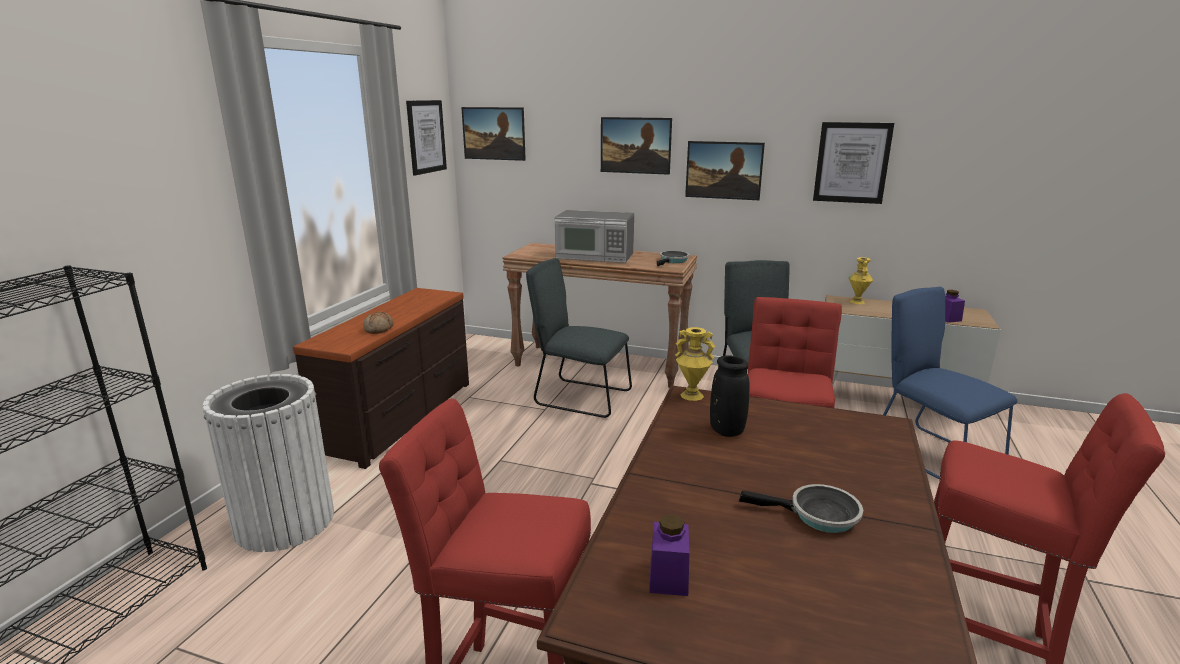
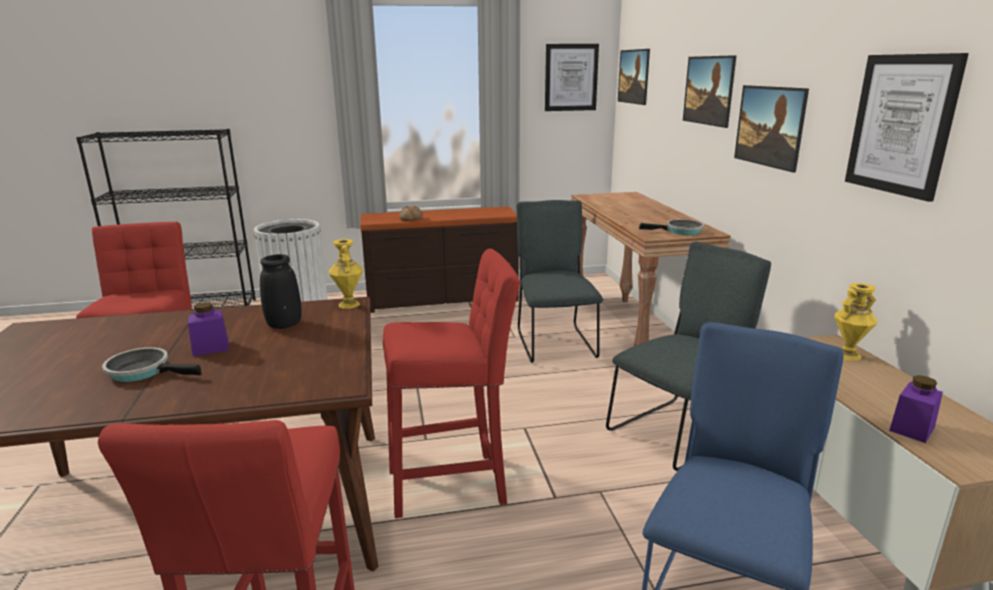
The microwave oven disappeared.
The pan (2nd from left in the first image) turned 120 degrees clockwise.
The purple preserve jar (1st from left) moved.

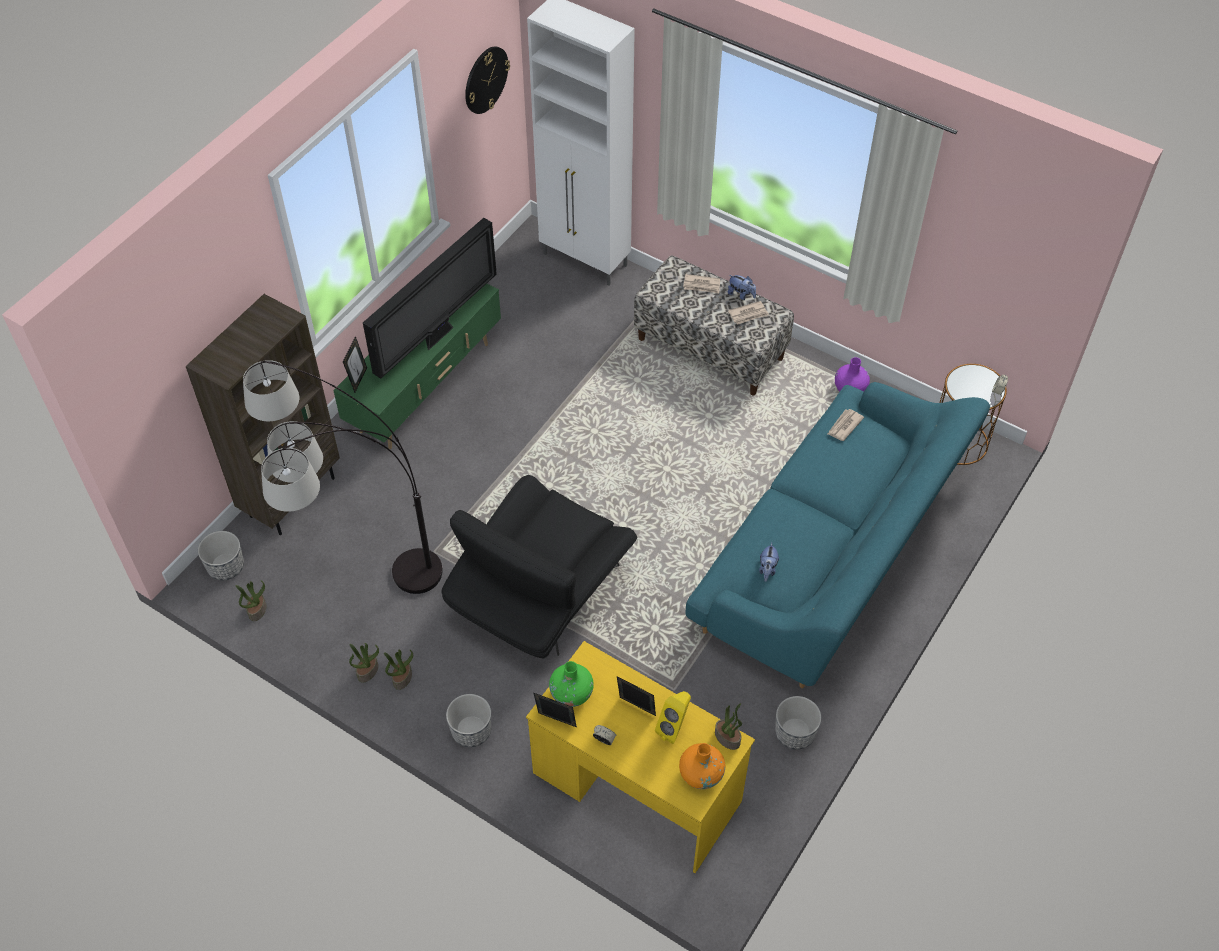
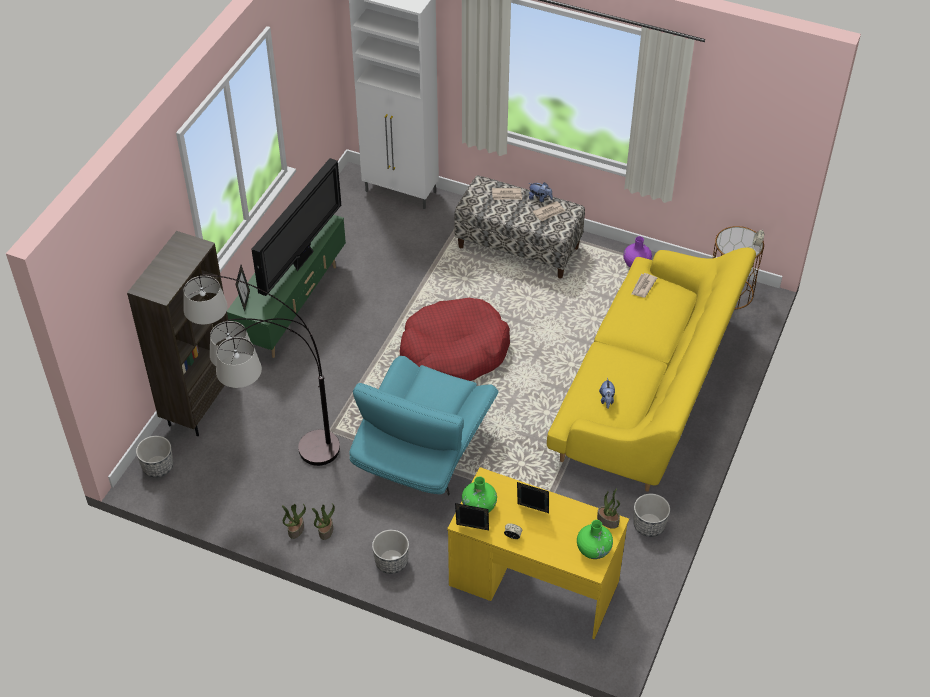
The wall clock disappeared.
The turquoise settee became the yellowish settee.
The blackish armchair became the turquoise armchair.
The plant in a pot (1st from left) disappeared.
The yellowish audio speaker disappeared.
The orange-coloured flower vase became the green-coloured flower vase (2nd from left).
The reddish dog bed appeared.

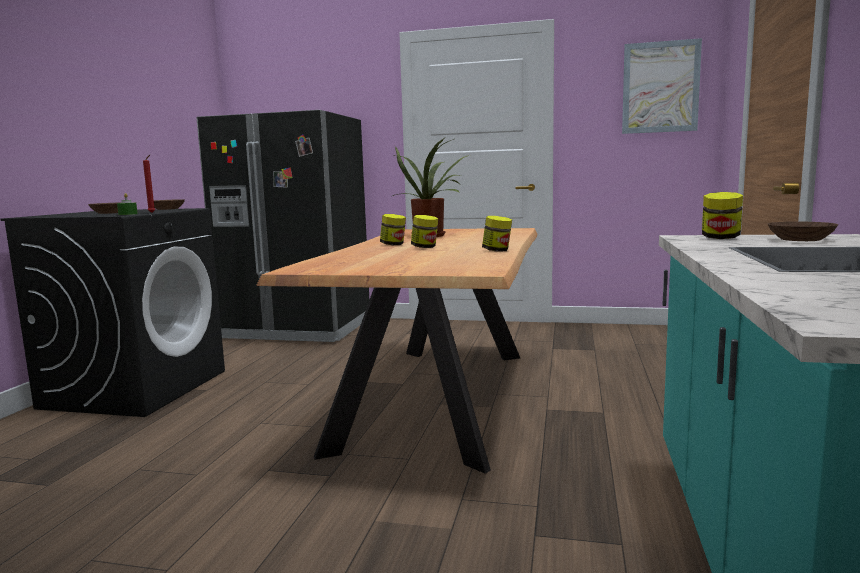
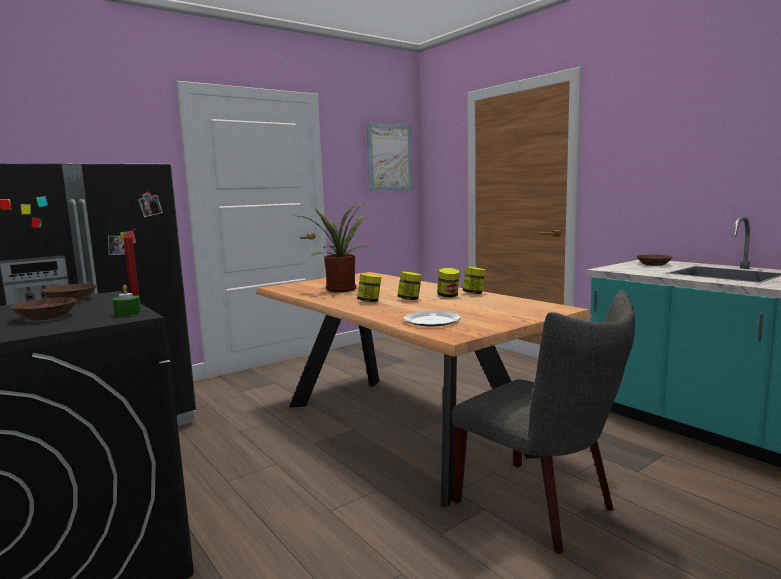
The preserve jar (4th from left in the first image) moved.
The grey chair appeared.
The dinner plate appeared.

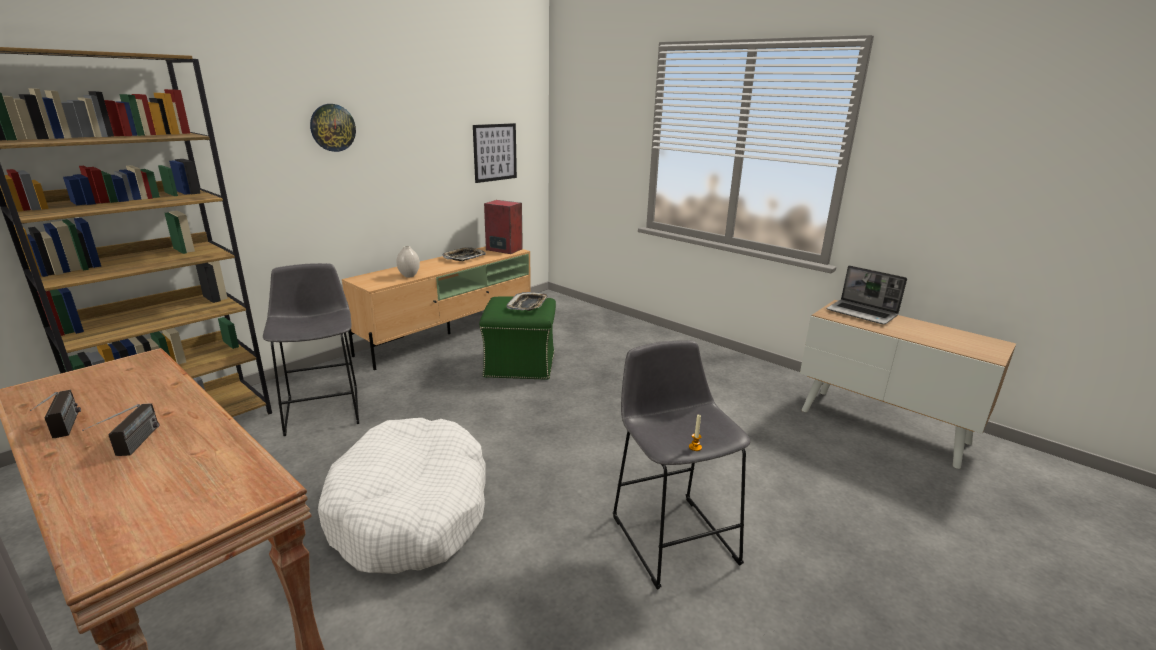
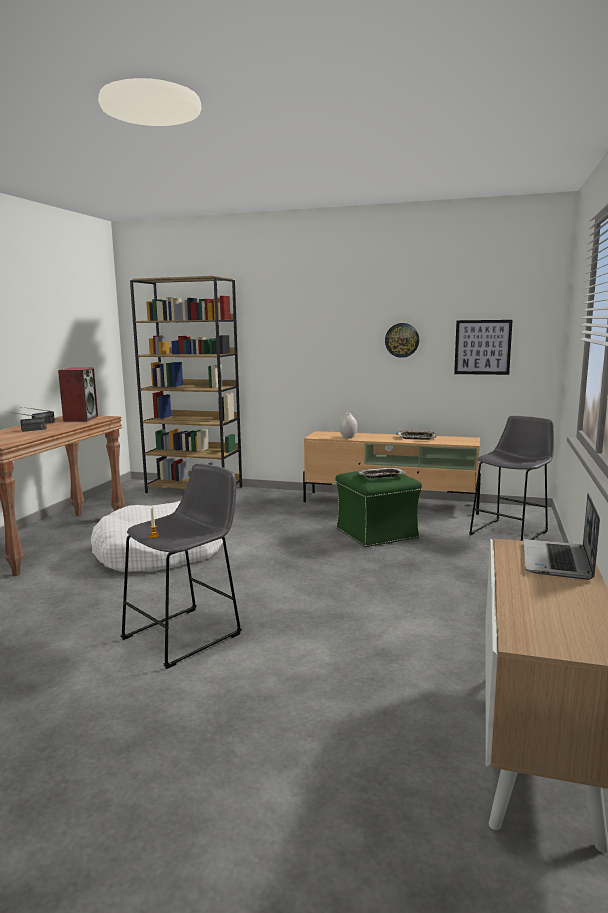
The wall clock moved.
The audio speaker moved.
The grey stool seat (1st from left in the first image) moved.

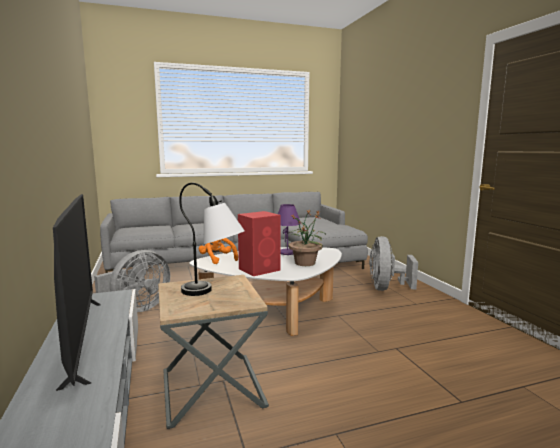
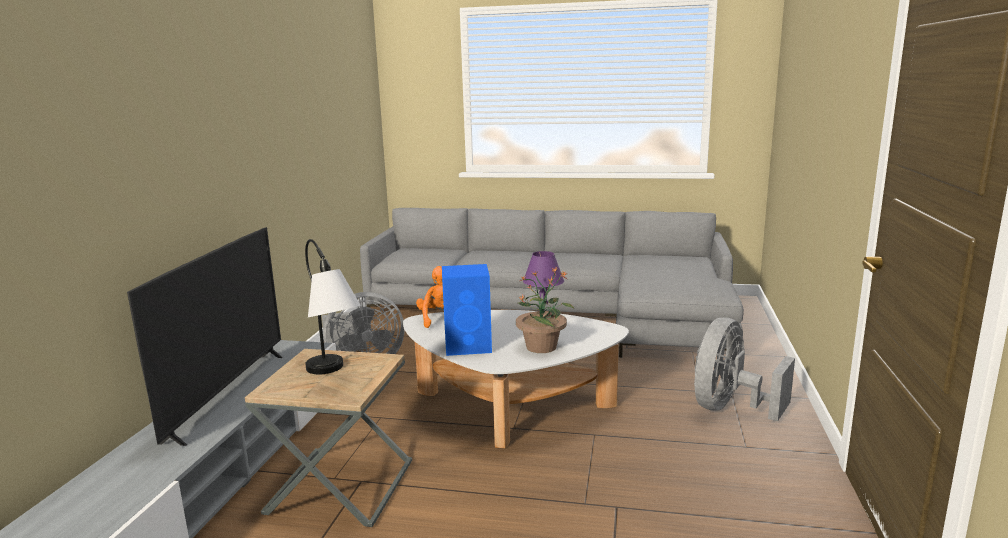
The reddish audio speaker became the blue audio speaker.

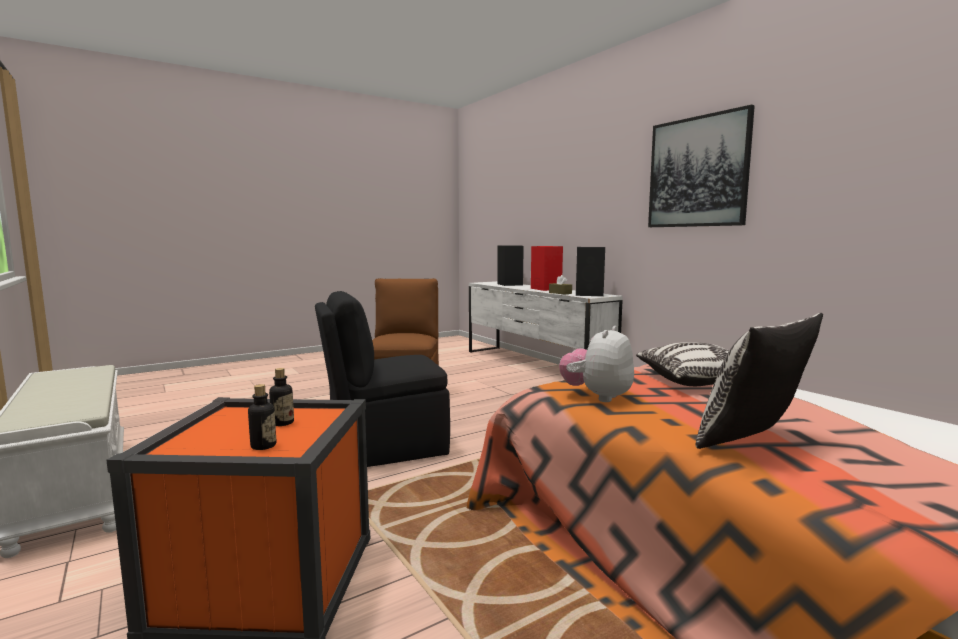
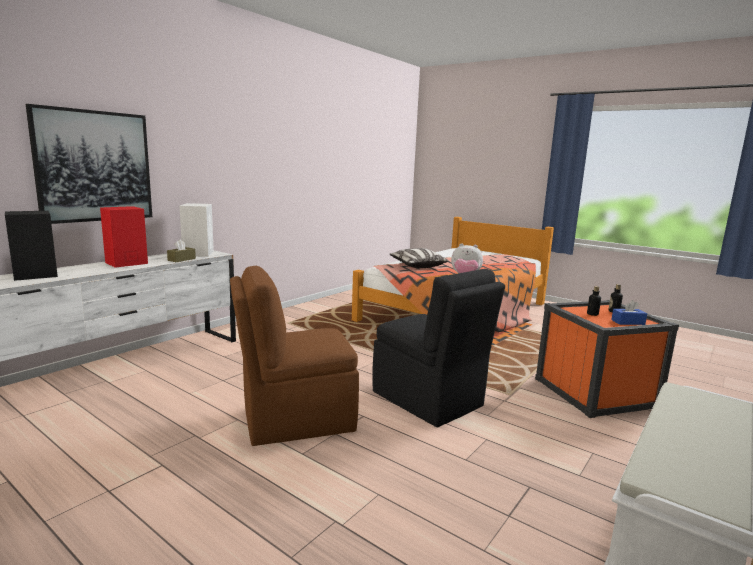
The picture moved.
The blackish audio speaker (2nd from left) became the white audio speaker.
The cushion (2nd from left) disappeared.
The blue box of tissues appeared.

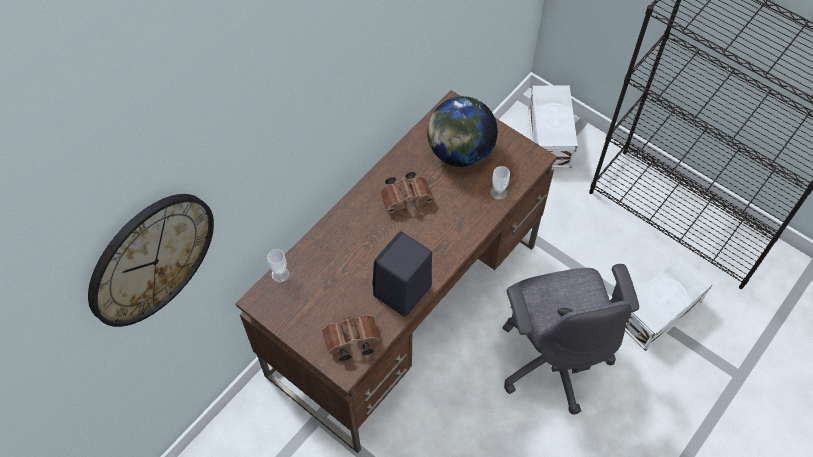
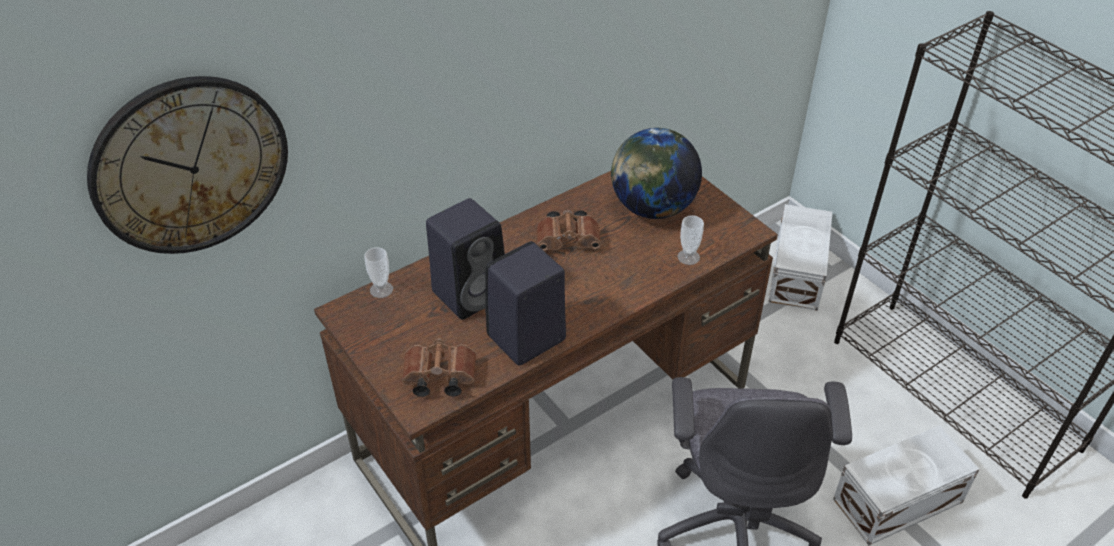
The blackish audio speaker (1st from left) appeared.

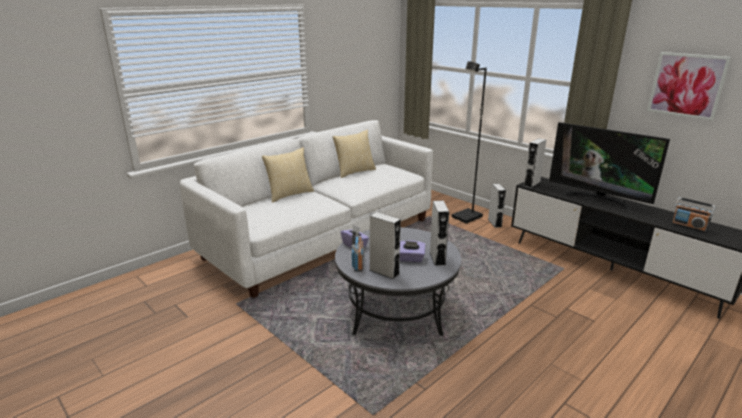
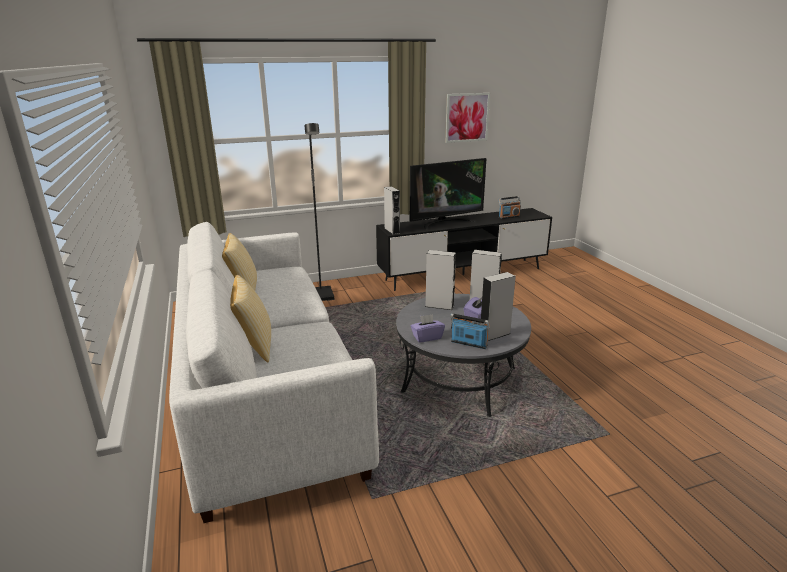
The grey audio speaker (3rd from left in the first image) moved.

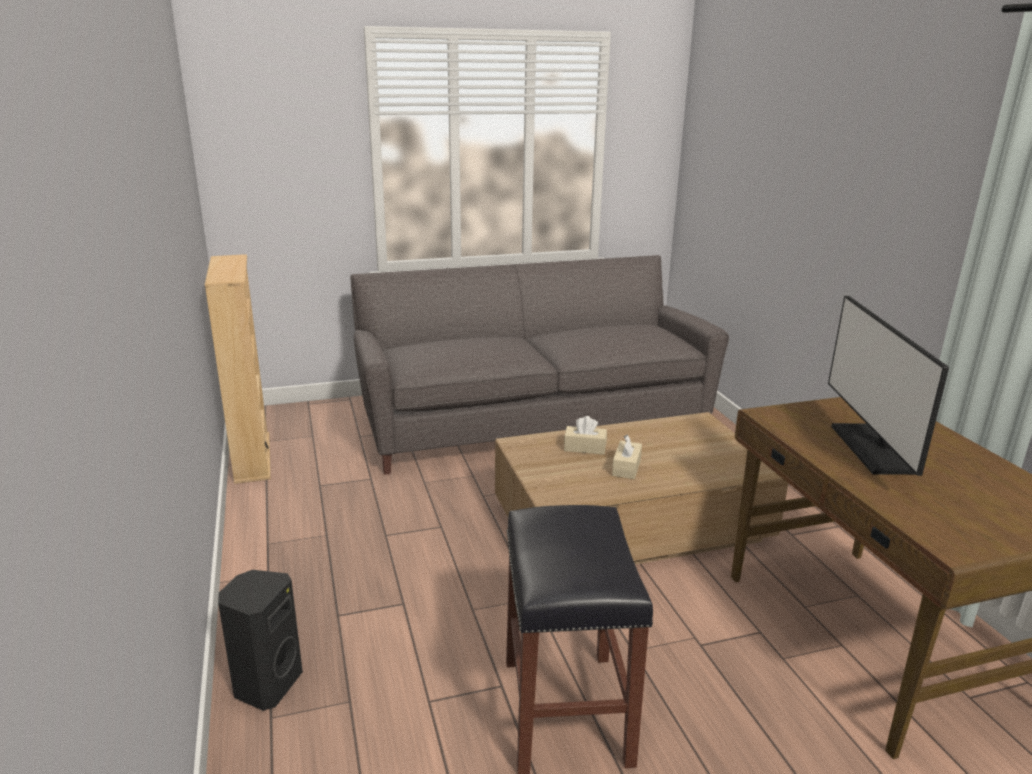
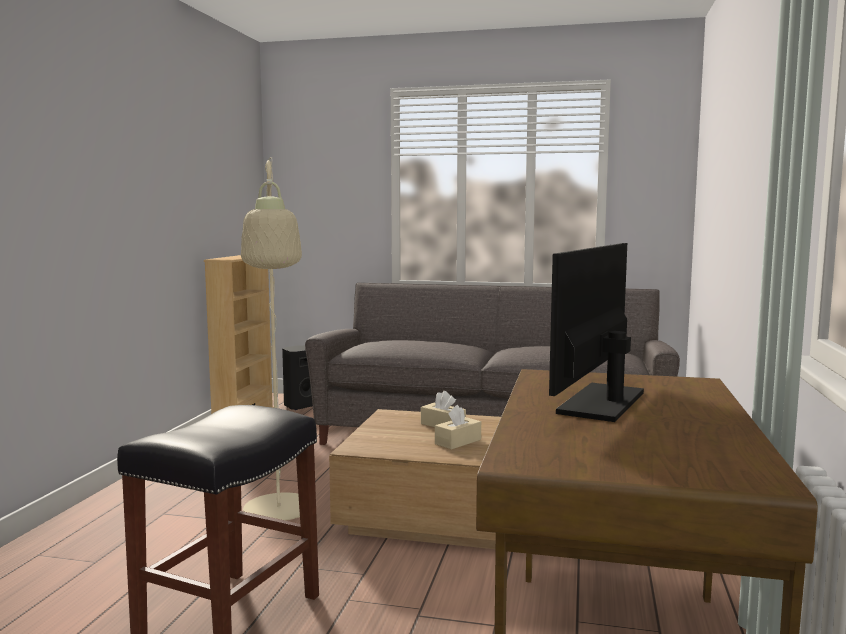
The blackish audio speaker moved.
The beige-coloured standing lamp appeared.

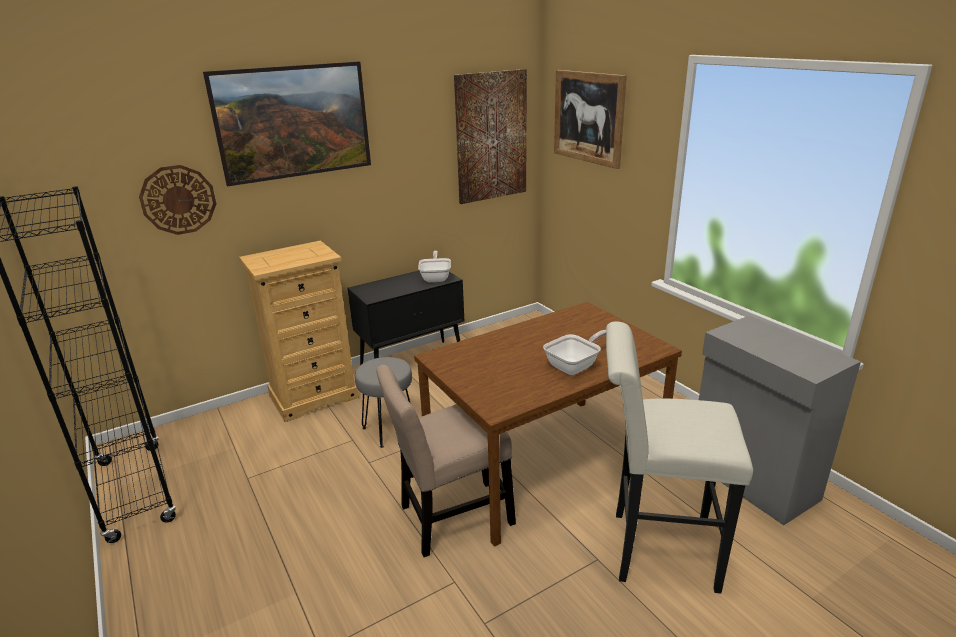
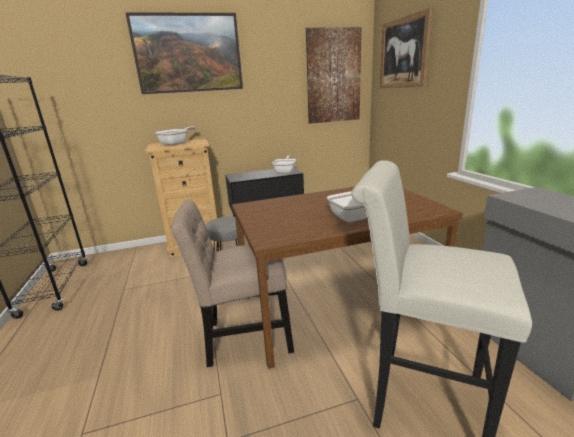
The wall clock disappeared.
The pan (1st from left) appeared.

